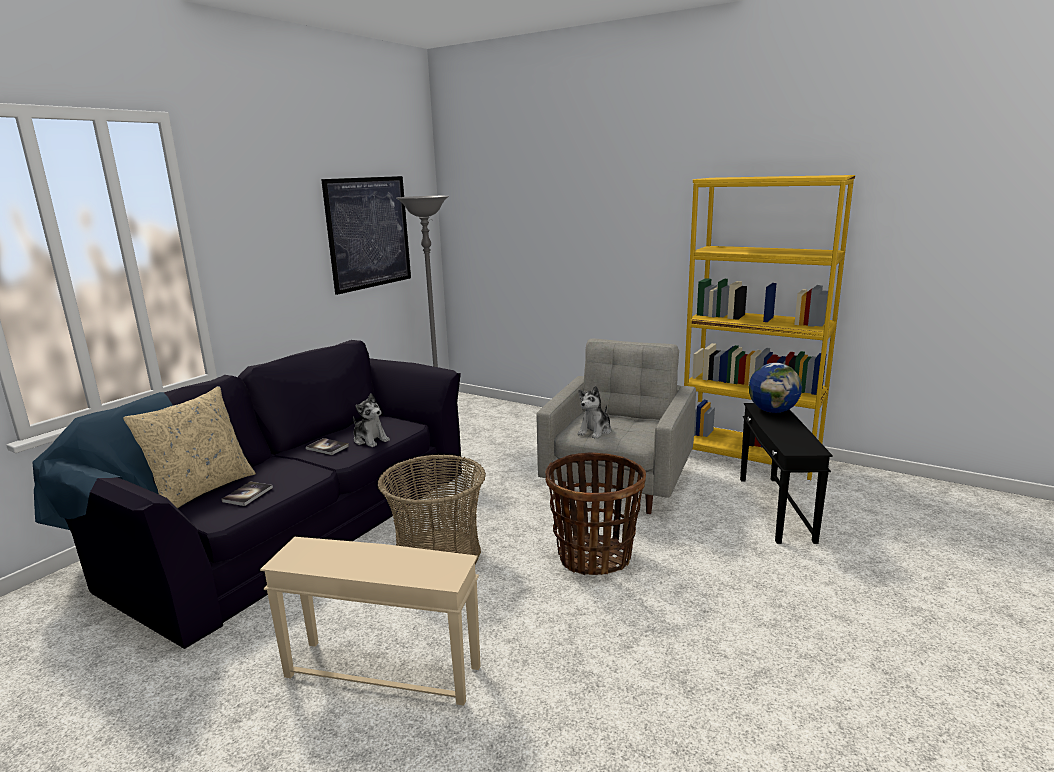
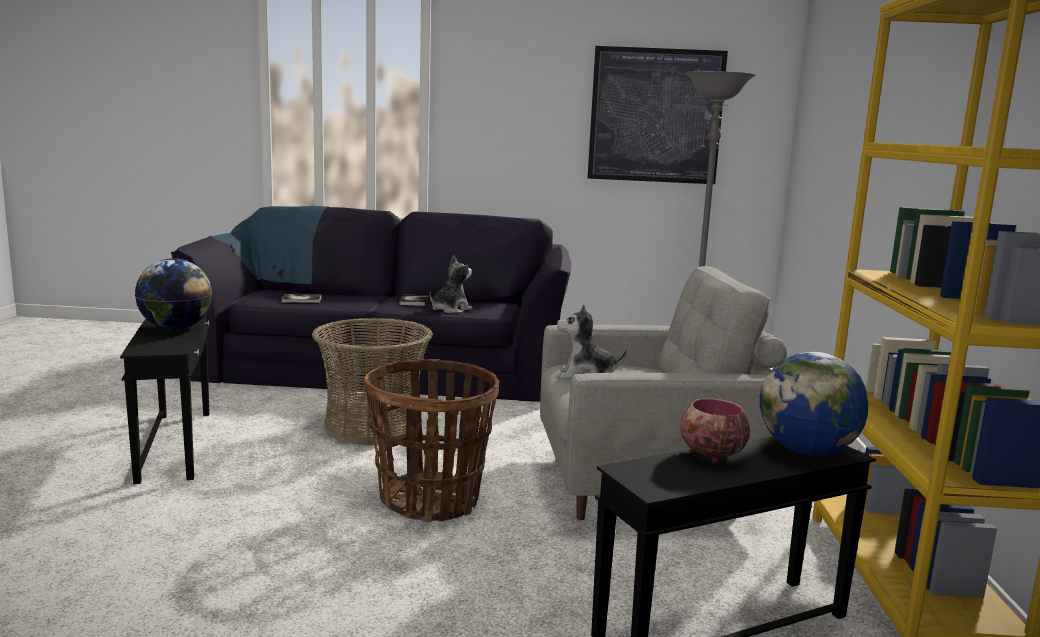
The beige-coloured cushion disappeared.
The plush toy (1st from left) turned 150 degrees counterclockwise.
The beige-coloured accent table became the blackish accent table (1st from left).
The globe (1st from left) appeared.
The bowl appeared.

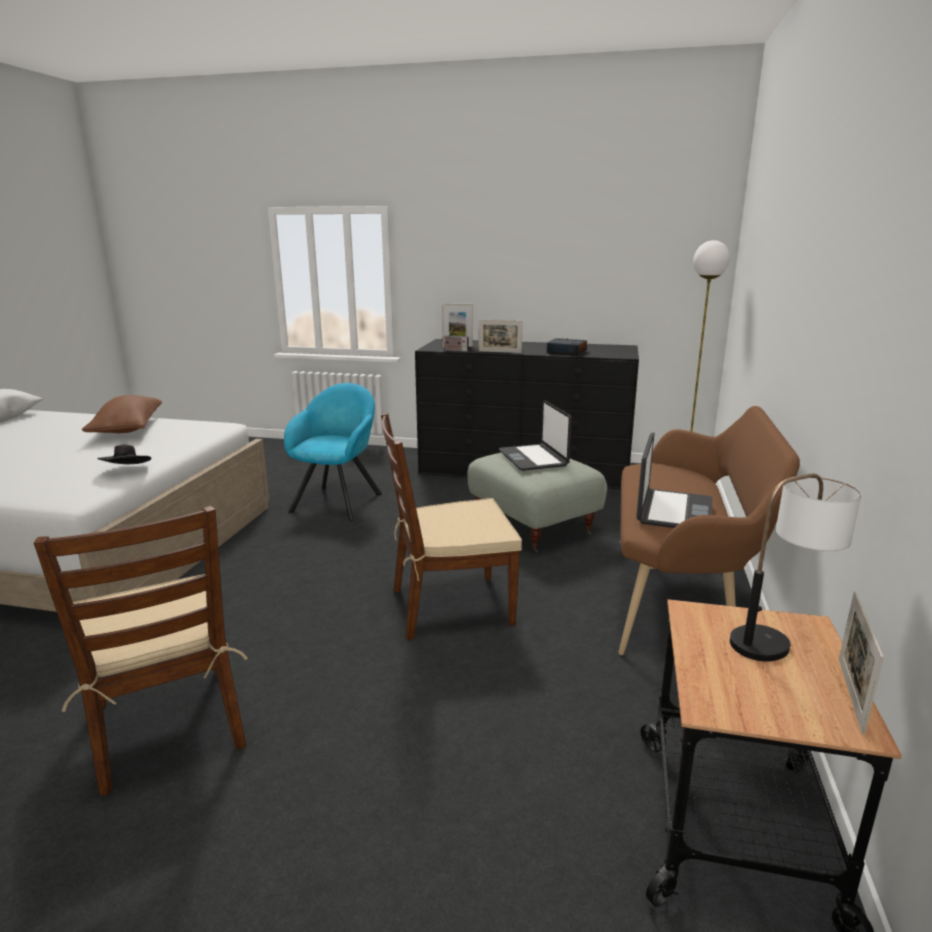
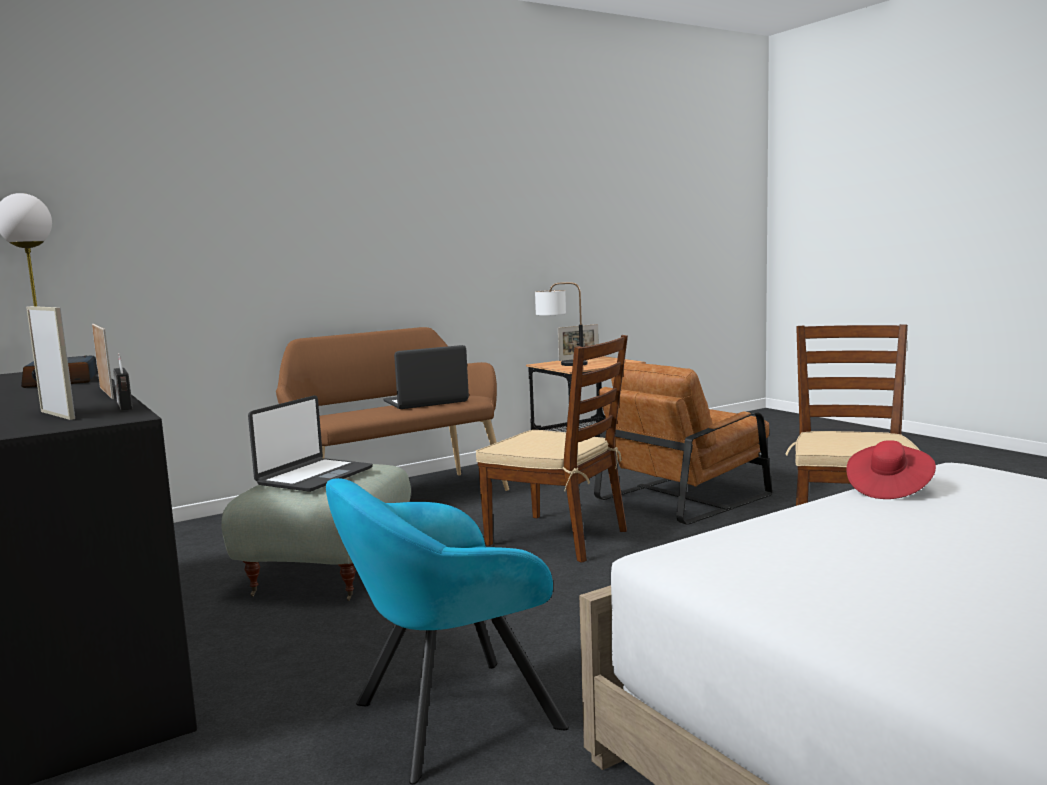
The brown-coloured cushion disappeared.
The blackish clothing hat became the reddish clothing hat.
The brown-coloured armchair appeared.

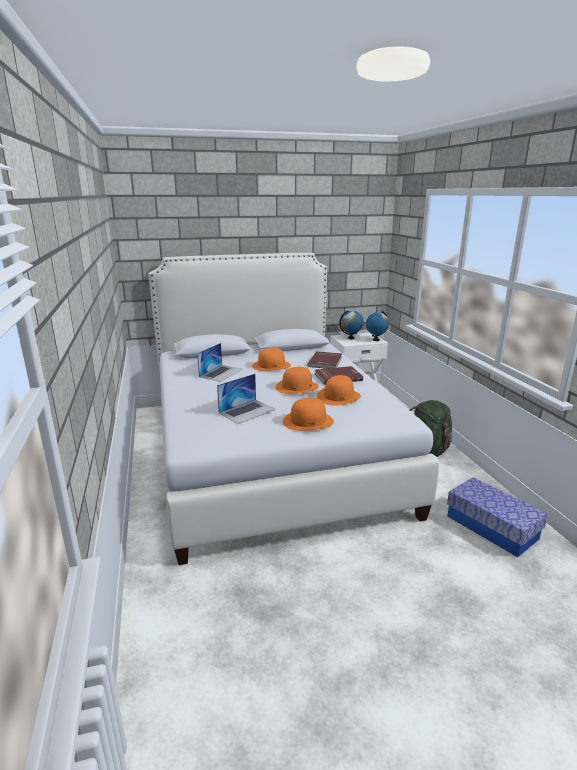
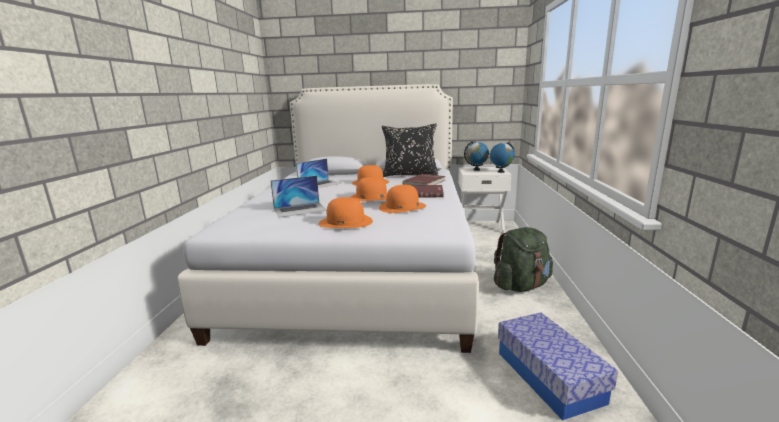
The blackish cushion appeared.

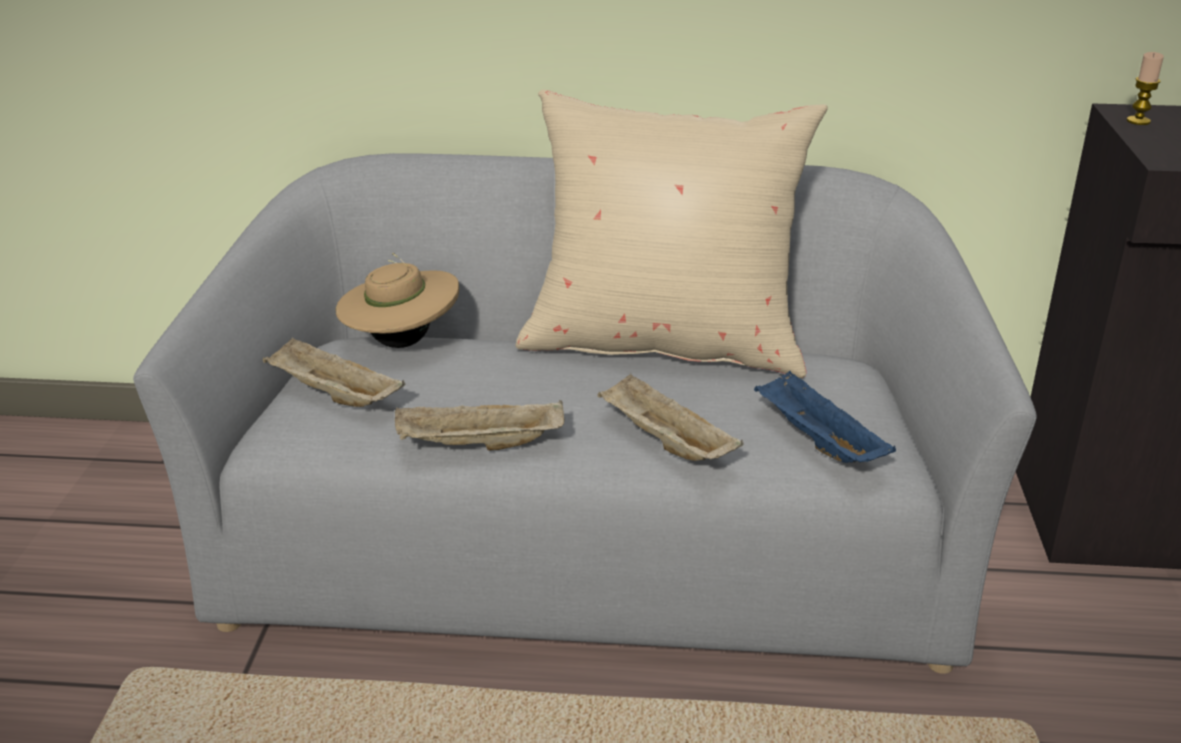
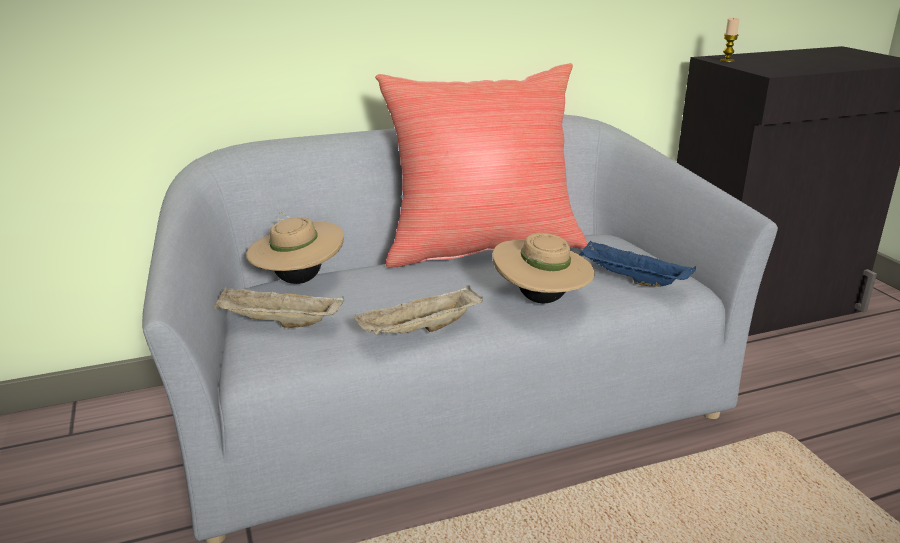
The beige-coloured cushion became the reddish cushion.
The beige-coloured tray (3rd from left) was replaced by the beige-coloured clothing hat (2nd from left).

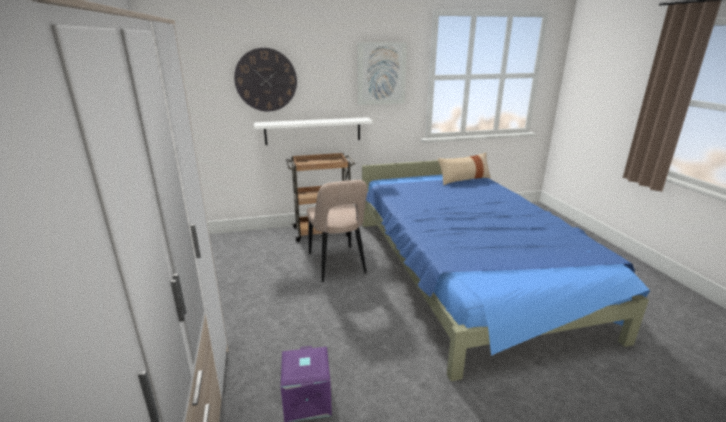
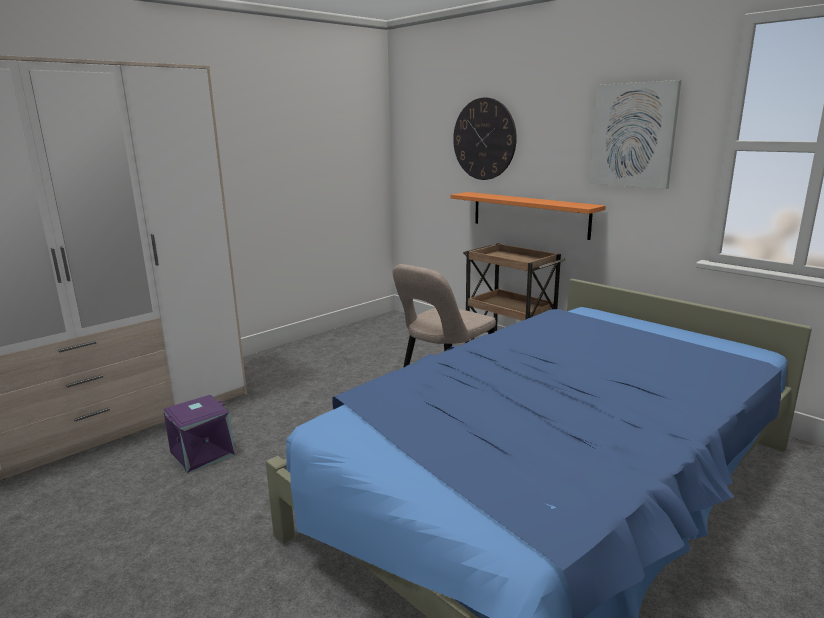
The white wall shelf became the orange-coloured wall shelf.
The beige-coloured cushion disappeared.

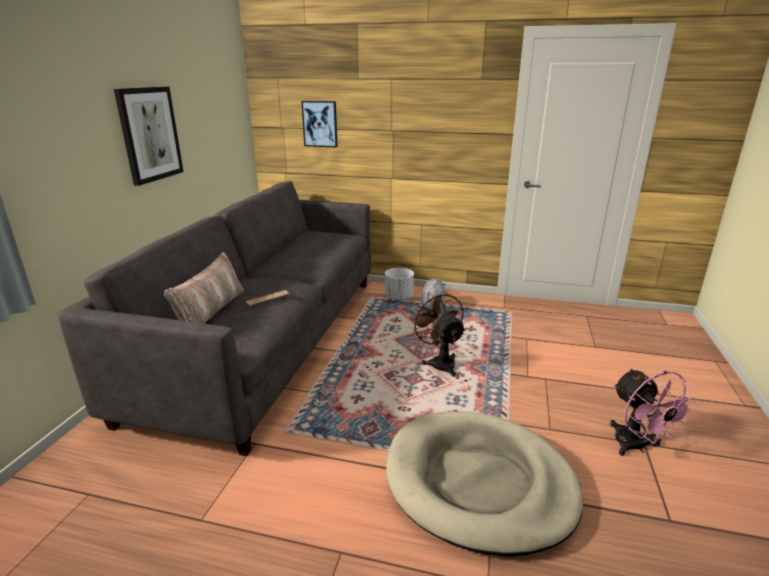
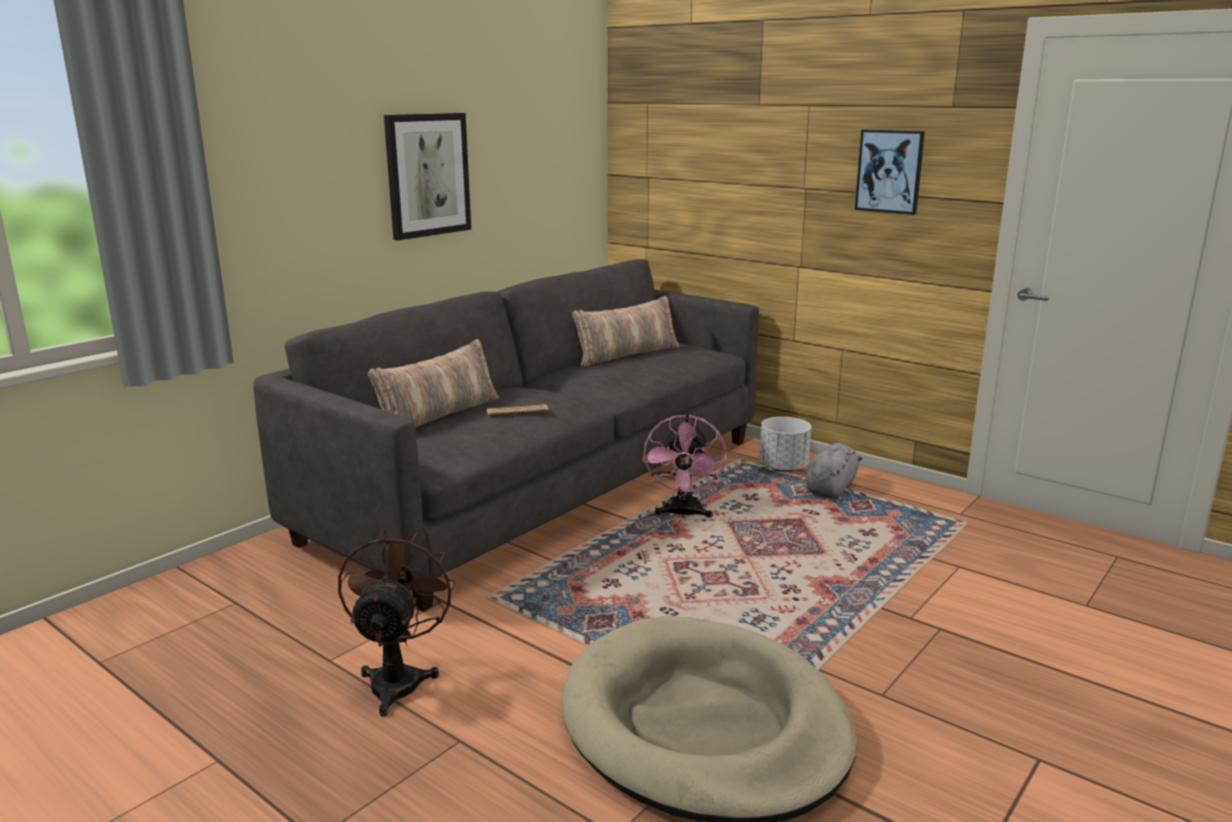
The picture (2nd from left) moved.
The brown-coloured cooling fan moved.
The pinkish cooling fan moved.
The cushion (2nd from left) appeared.

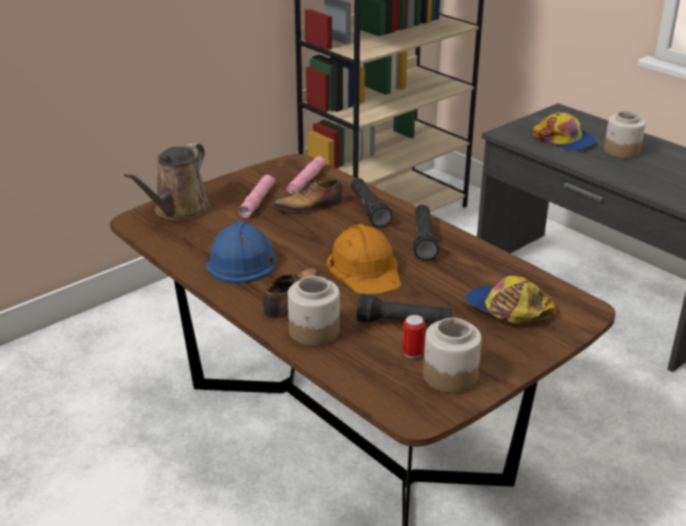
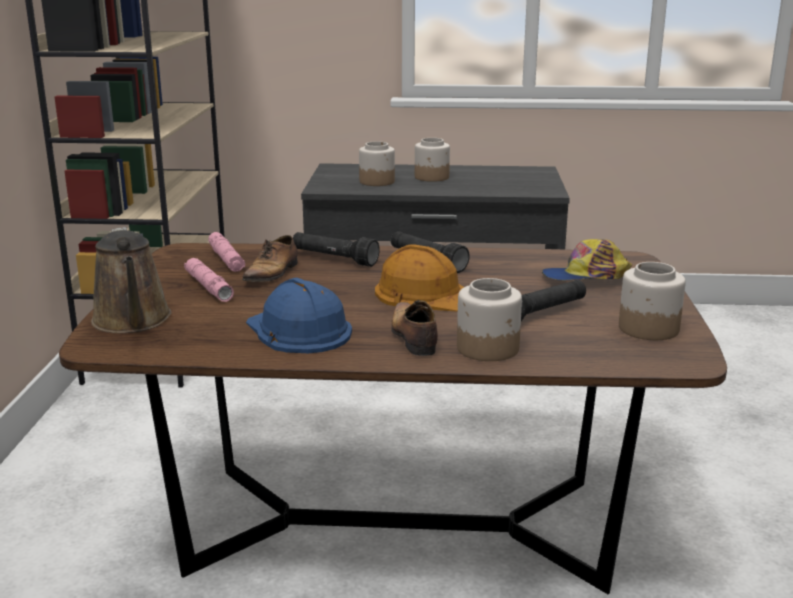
The peaked cap (2nd from left) was replaced by the preserve jar (1st from left).
The metal can disappeared.

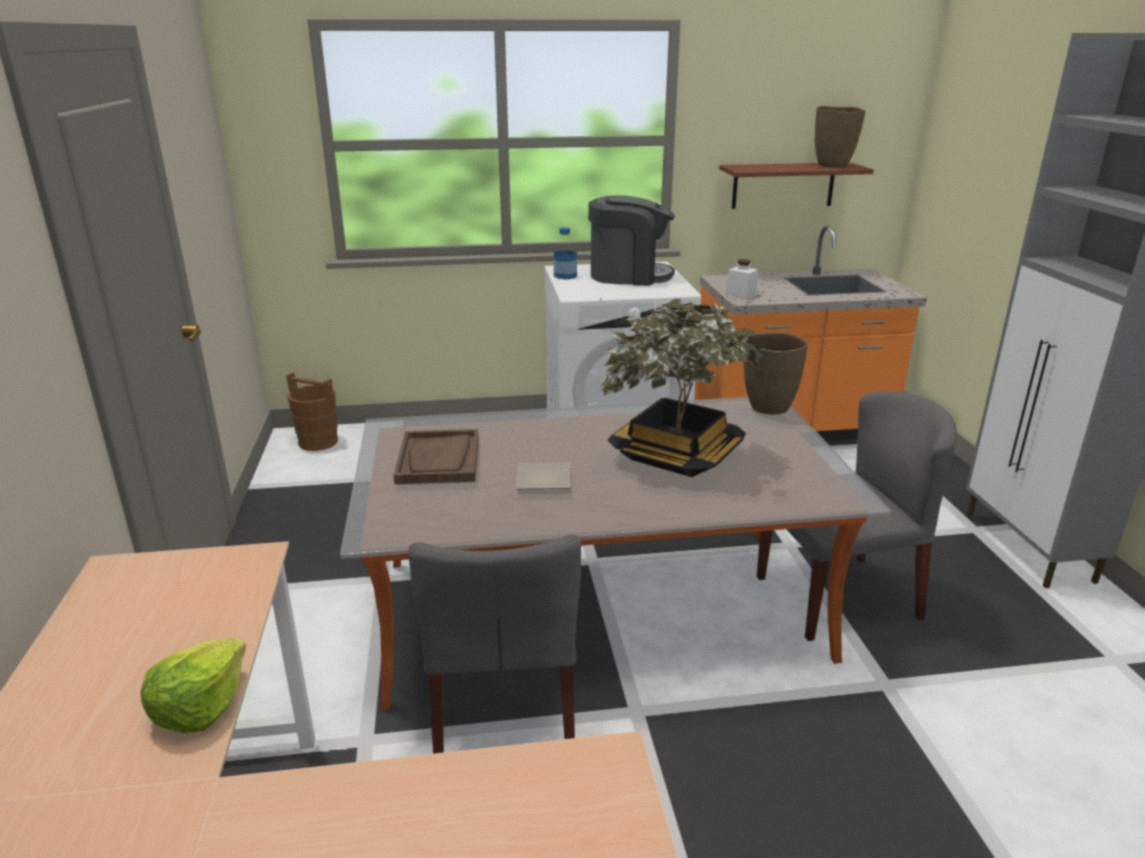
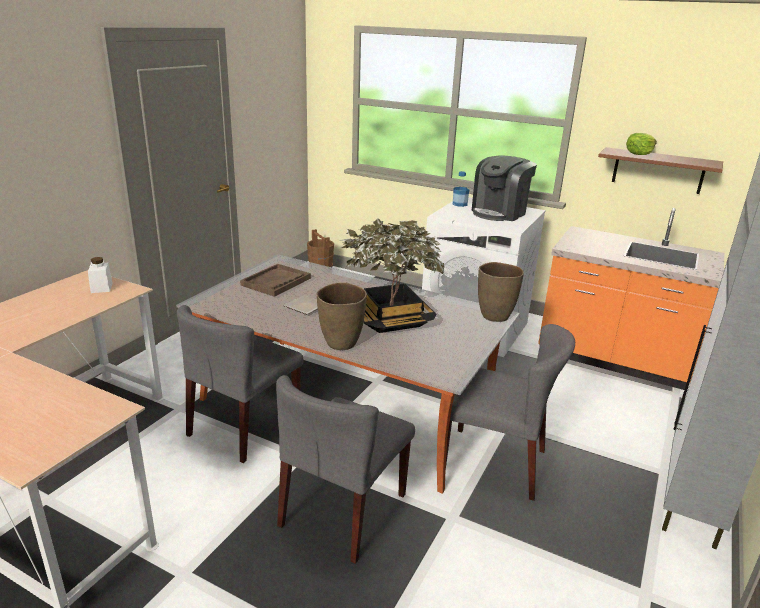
The brown-coloured flower vase (2nd from left in the first image) moved.
The coffee maker turned 90 degrees clockwise.
The white preserve jar moved.
The lettuce head moved.
The grey chair (2nd from left) appeared.

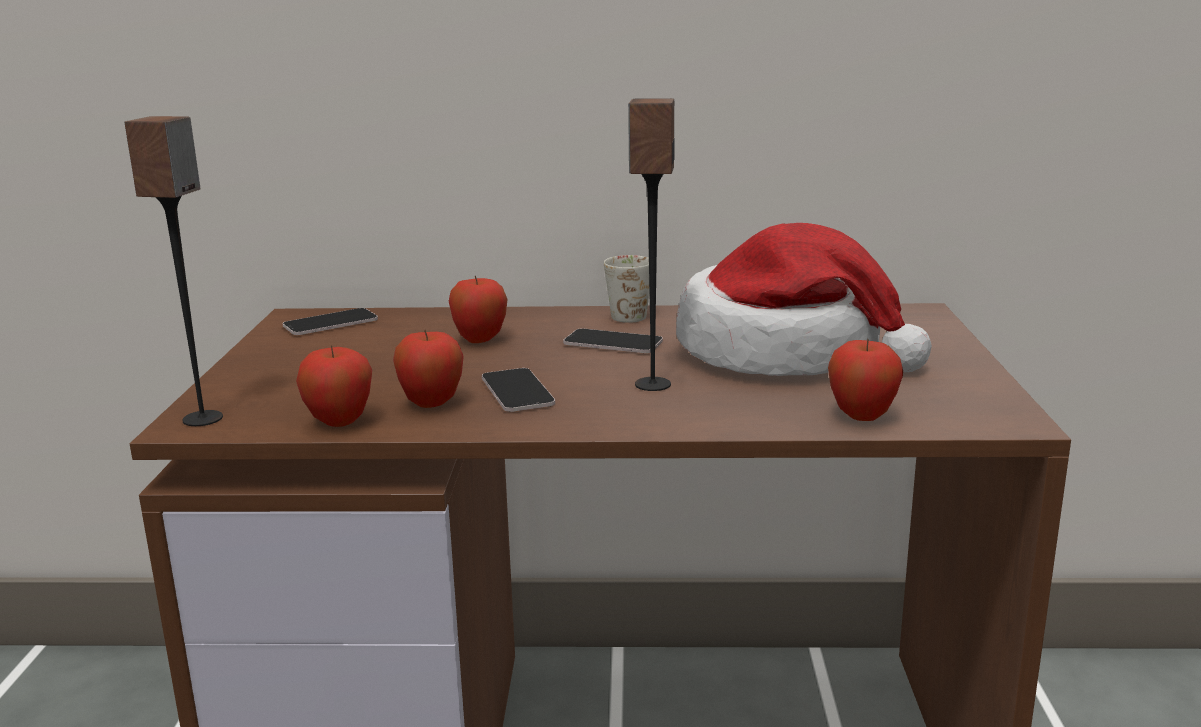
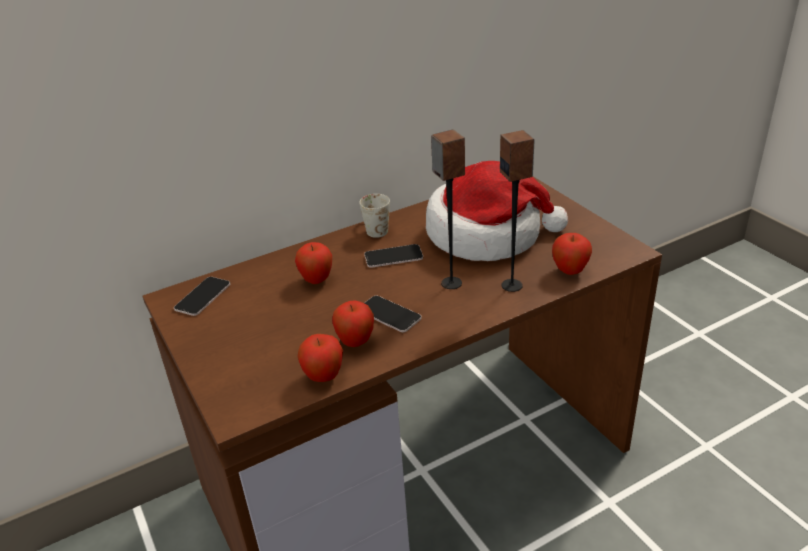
The audio speaker (1st from left in the first image) moved.

